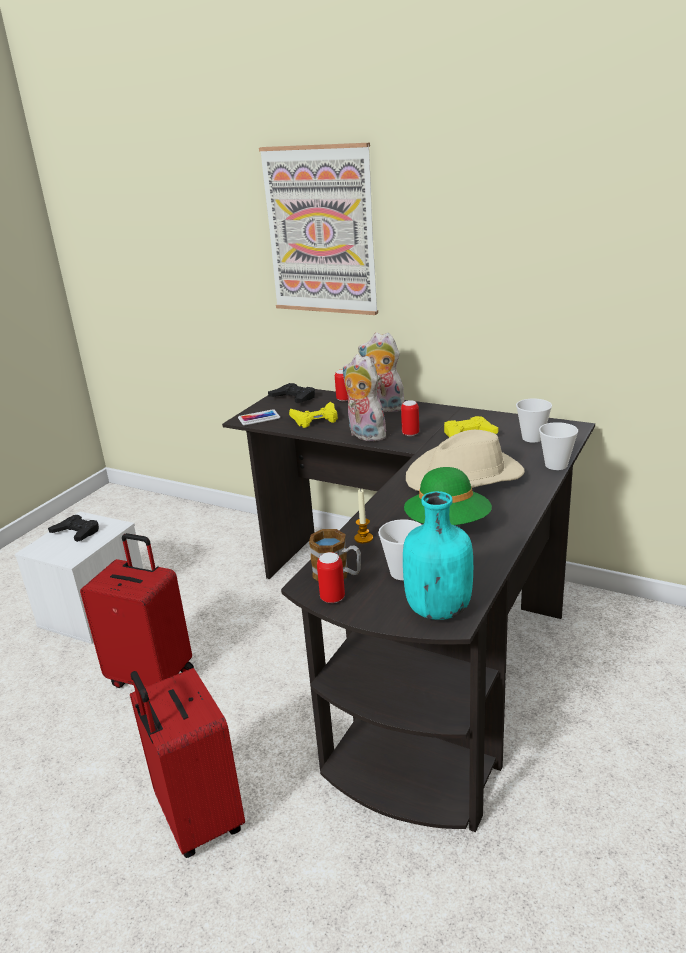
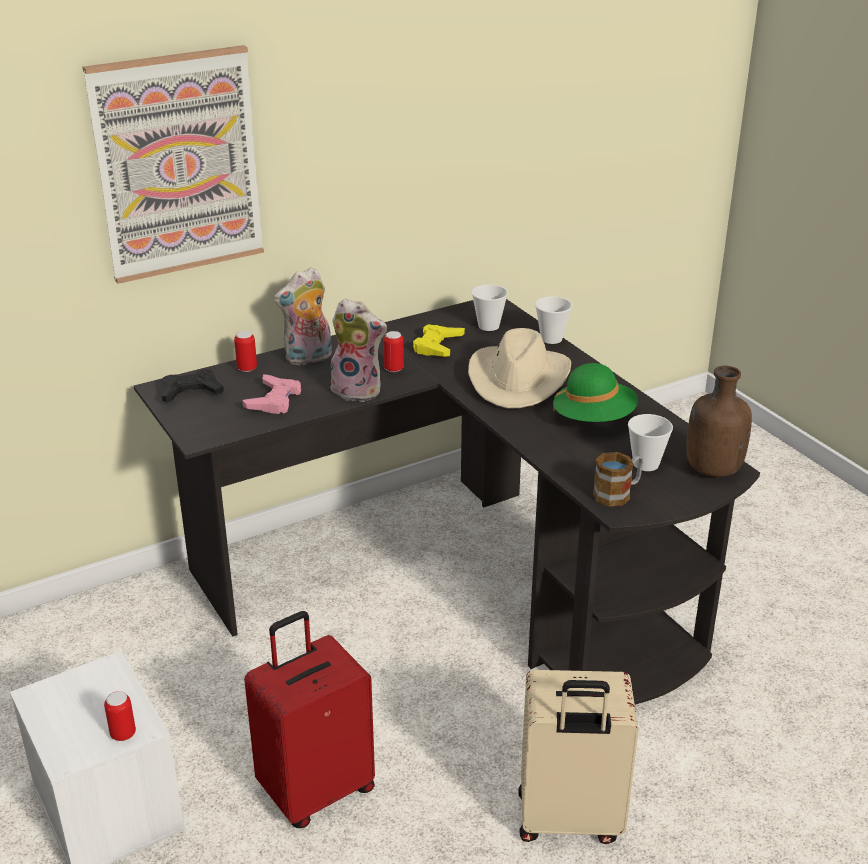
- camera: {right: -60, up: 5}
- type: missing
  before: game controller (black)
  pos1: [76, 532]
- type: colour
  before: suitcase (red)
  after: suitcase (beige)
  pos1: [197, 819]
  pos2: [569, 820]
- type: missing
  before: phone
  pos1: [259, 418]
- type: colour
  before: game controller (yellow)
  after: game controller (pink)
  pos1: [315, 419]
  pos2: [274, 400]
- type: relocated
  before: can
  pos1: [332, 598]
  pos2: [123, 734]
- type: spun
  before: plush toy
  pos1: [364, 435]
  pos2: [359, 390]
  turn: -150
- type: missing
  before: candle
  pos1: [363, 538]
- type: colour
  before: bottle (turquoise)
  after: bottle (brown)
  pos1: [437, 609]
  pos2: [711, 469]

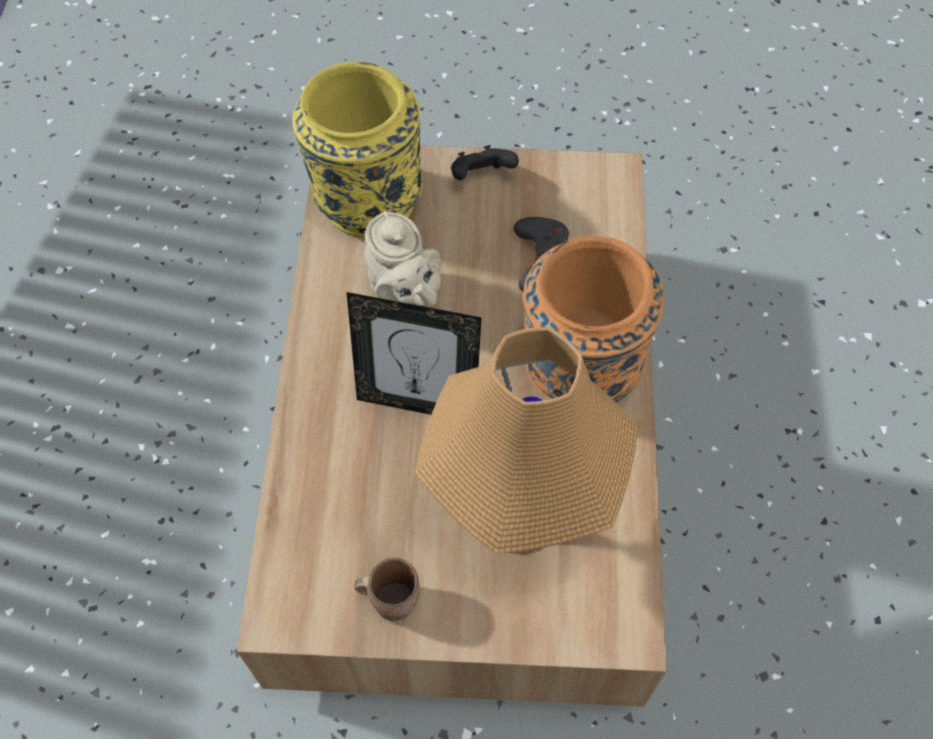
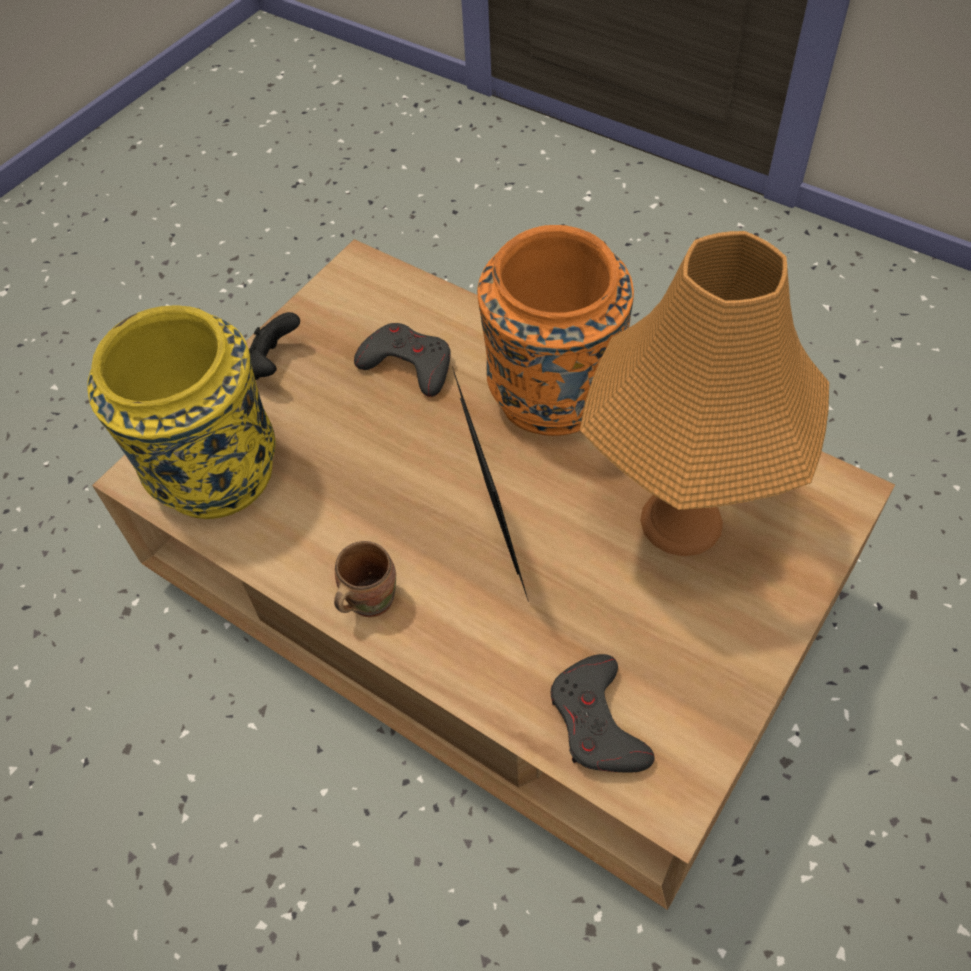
- camera: {right: -55, up: -5}
- type: spun
  before: picture frame
  pos1: [418, 402]
  pos2: [495, 544]
  turn: -60
- type: relocated
  before: mug (brown)
  pos1: [392, 598]
  pos2: [367, 599]
- type: missing
  before: teapot (beige)
  pos1: [404, 297]
- type: appeared
  after: game controller (grey)
  pos2: [597, 722]

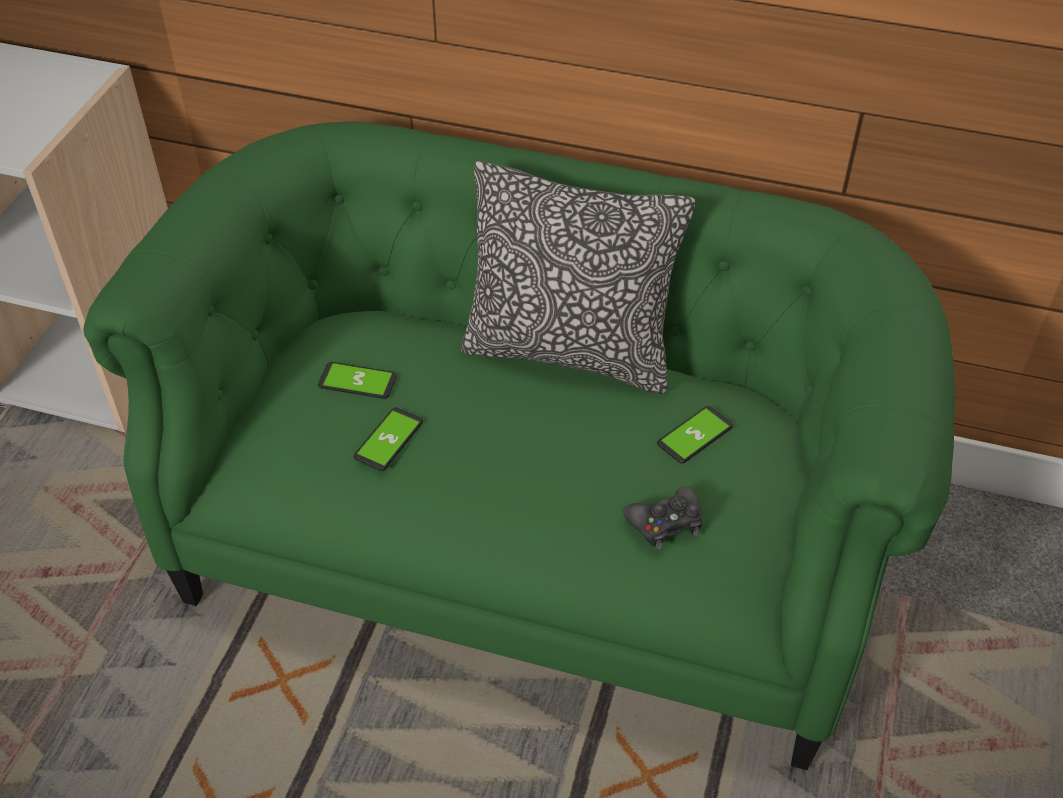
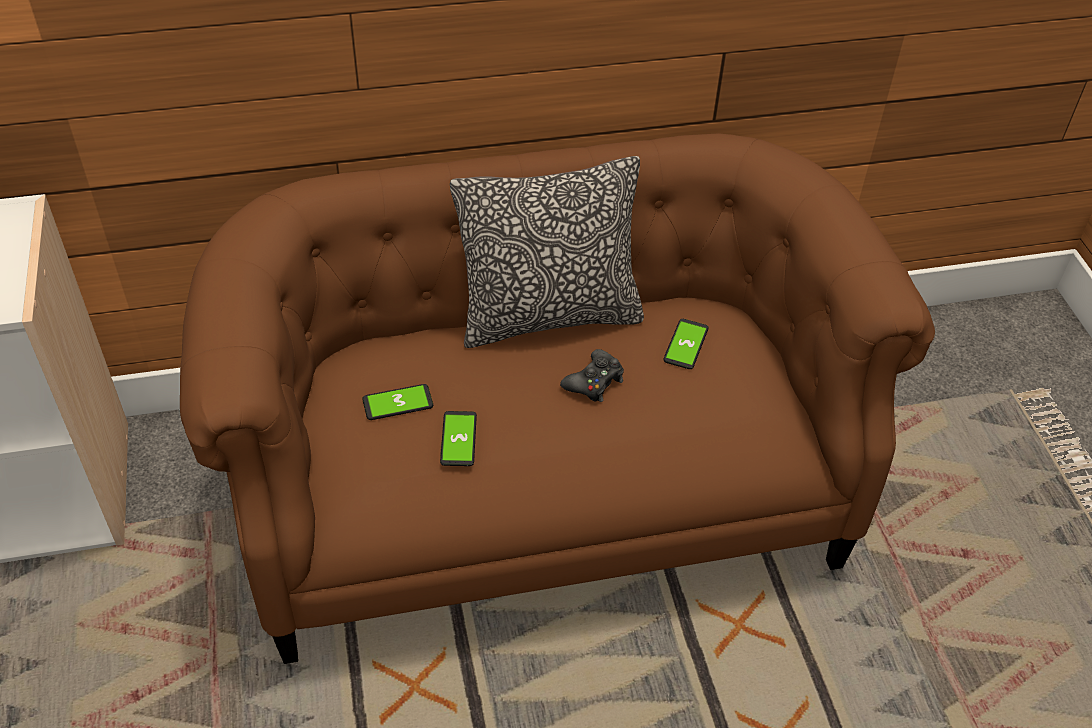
- camera: {right: -30, up: 0}
- type: colour
  before: sofa (green)
  after: sofa (brown)
  pos1: [530, 545]
  pos2: [542, 492]
- type: relocated
  before: game controller (black)
  pos1: [665, 523]
  pos2: [594, 382]

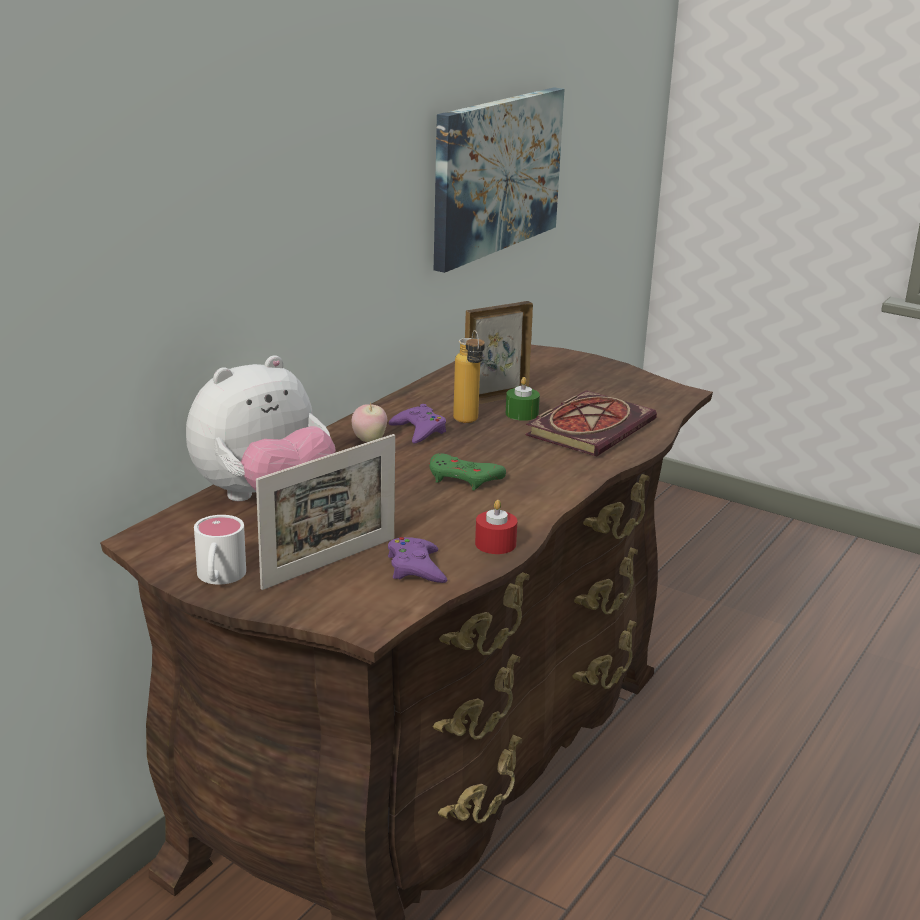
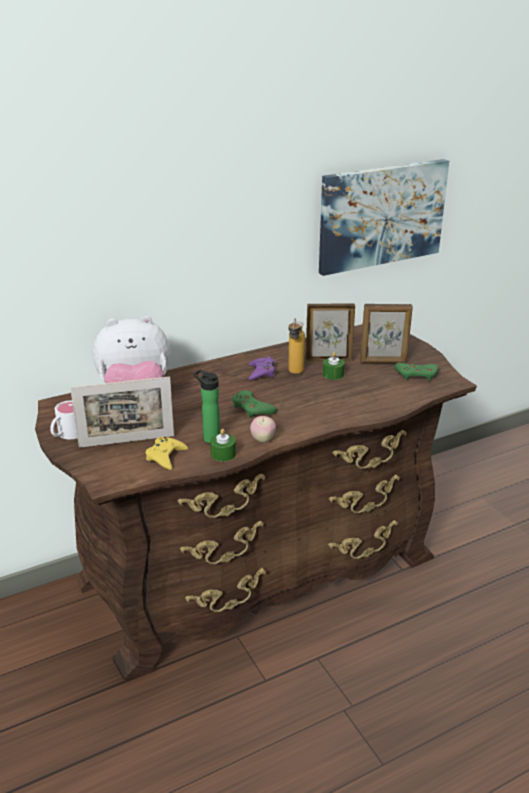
- camera: {right: 30, up: 5}
- type: relocated
  before: apple
  pos1: [369, 440]
  pos2: [263, 440]
- type: colour
  before: game controller (purple)
  after: game controller (yellow)
  pos1: [416, 568]
  pos2: [165, 456]
- type: colour
  before: candle (red)
  after: candle (green)
  pos1: [495, 544]
  pos2: [223, 454]
- type: missing
  before: book
  pos1: [590, 427]
- type: appeared
  after: bottle
  pos2: [209, 438]
- type: appeared
  after: picture frame
  pos2: [383, 362]
- type: appeared
  after: game controller (green)
  pos2: [416, 375]

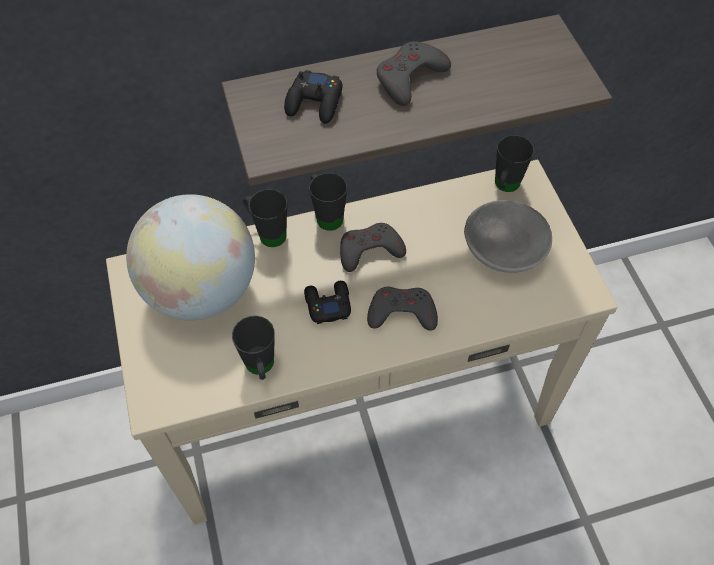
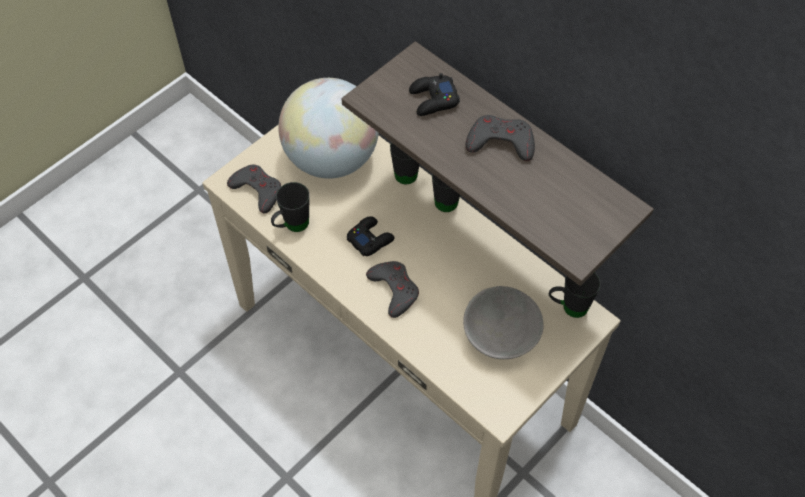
- camera: {right: 60, up: 0}
- type: relocated
  before: game controller (grey)
  pos1: [369, 250]
  pos2: [257, 190]

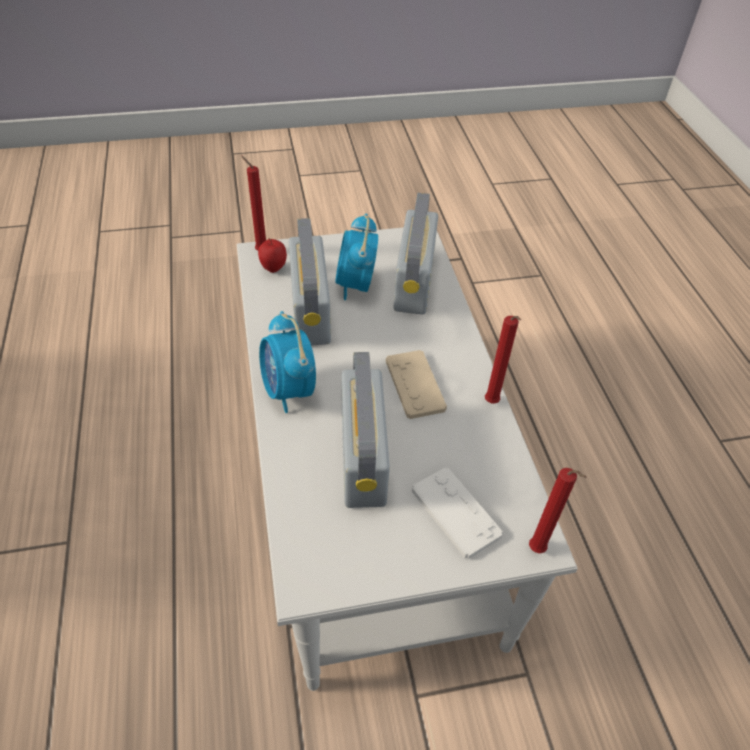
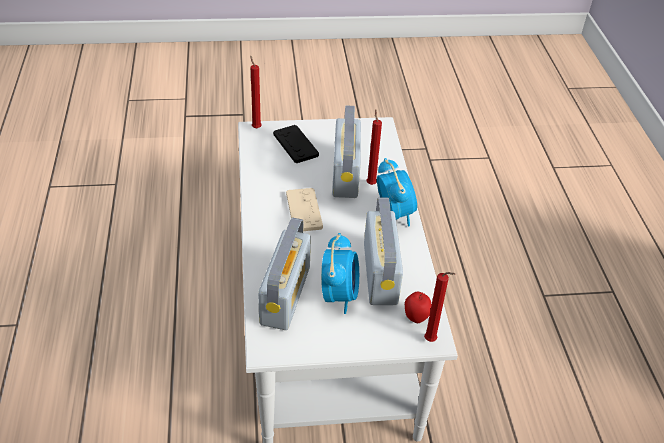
- camera: {right: -175, up: -5}
- type: colour
  before: game controller (white)
  after: game controller (black)
  pos1: [455, 512]
  pos2: [295, 145]
- type: relocated
  before: candle (red)
  pos1: [492, 403]
  pos2: [371, 183]

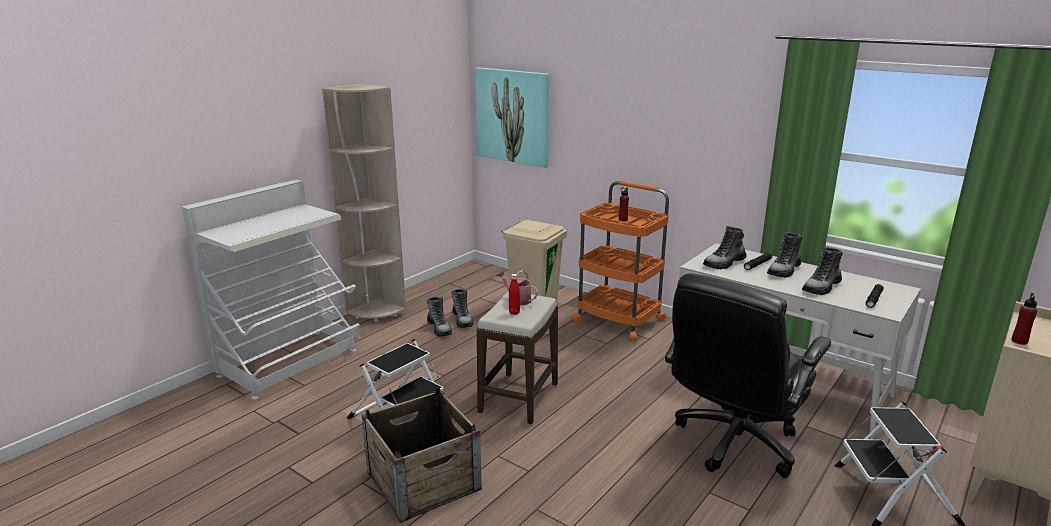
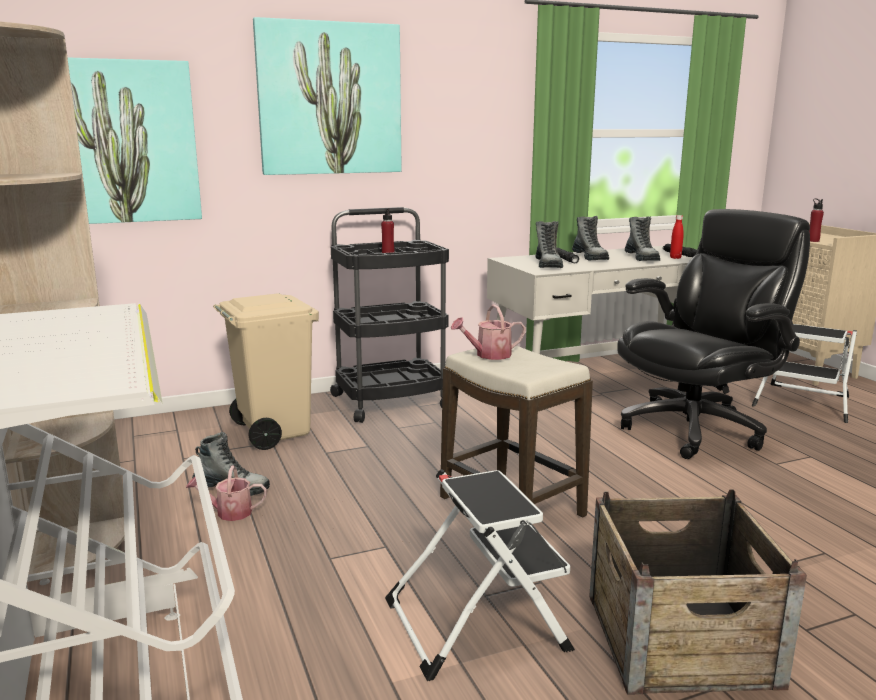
- camera: {right: -60, up: -5}
- type: exchanged
  before: boot
  after: watering can
  pos1: [439, 328]
  pos2: [229, 512]
- type: relocated
  before: bottle (red)
  pos1: [514, 313]
  pos2: [675, 258]
- type: colour
  before: cart (orange)
  after: cart (black)
  pos1: [618, 321]
  pos2: [391, 402]
- type: spun
  before: office chair (black)
  pos1: [732, 444]
  pos2: [696, 429]
  turn: -105
- type: appeared
  after: picture
  pos2: [329, 99]

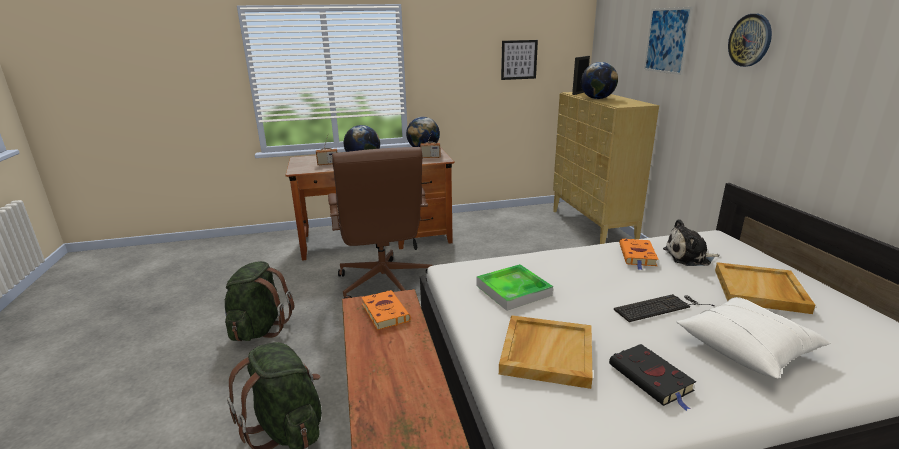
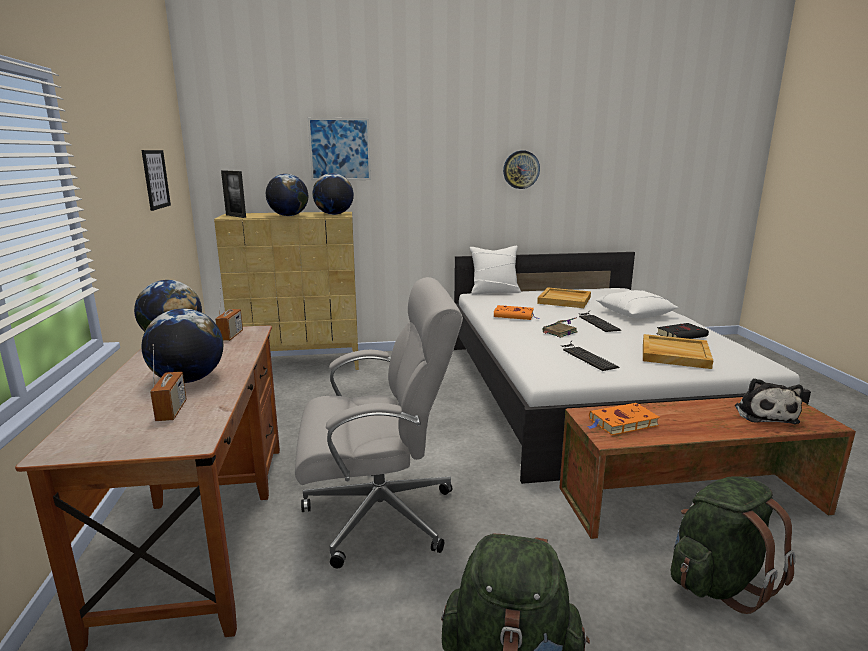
- camera: {right: -85, up: -5}
- type: colour
  before: office chair (brown)
  after: office chair (grey)
  pos1: [384, 282]
  pos2: [379, 515]
- type: exchanged
  before: tray
  after: keyboard
  pos1: [513, 290]
  pos2: [585, 356]
- type: relocated
  before: plush toy
  pos1: [689, 257]
  pos2: [764, 414]
- type: relocated
  before: wall clock
  pos1: [750, 40]
  pos2: [521, 169]
- type: appeared
  after: globe
  pos2: [334, 214]
- type: appeared
  after: pillow (white)
  pos2: [494, 292]
- type: appeared
  after: book
  pos2: [559, 332]

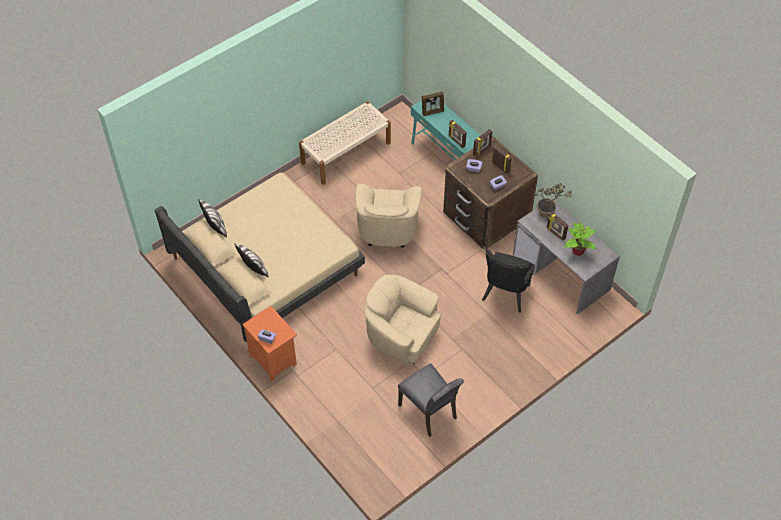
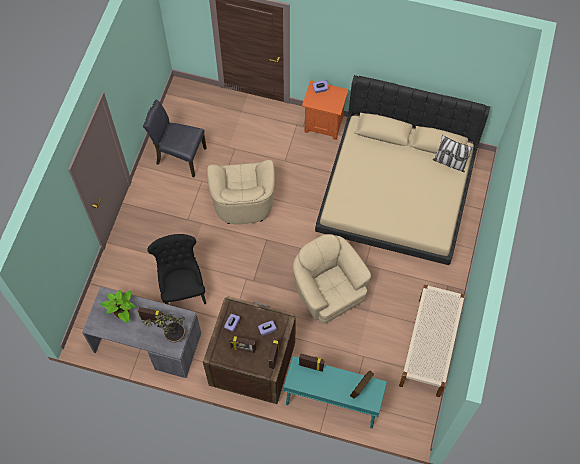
- camera: {right: 145, up: 10}
- type: missing
  before: pillow
  pos1: [254, 269]
- type: spun
  before: armchair (beige)
  pos1: [401, 335]
  pos2: [243, 201]
  turn: 90

